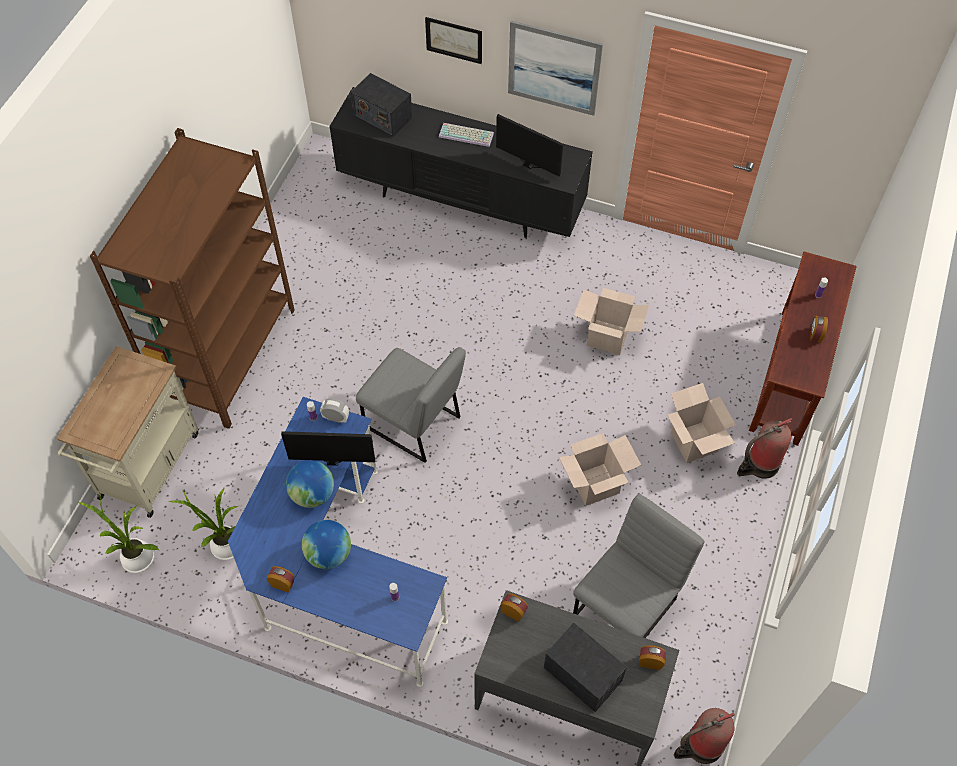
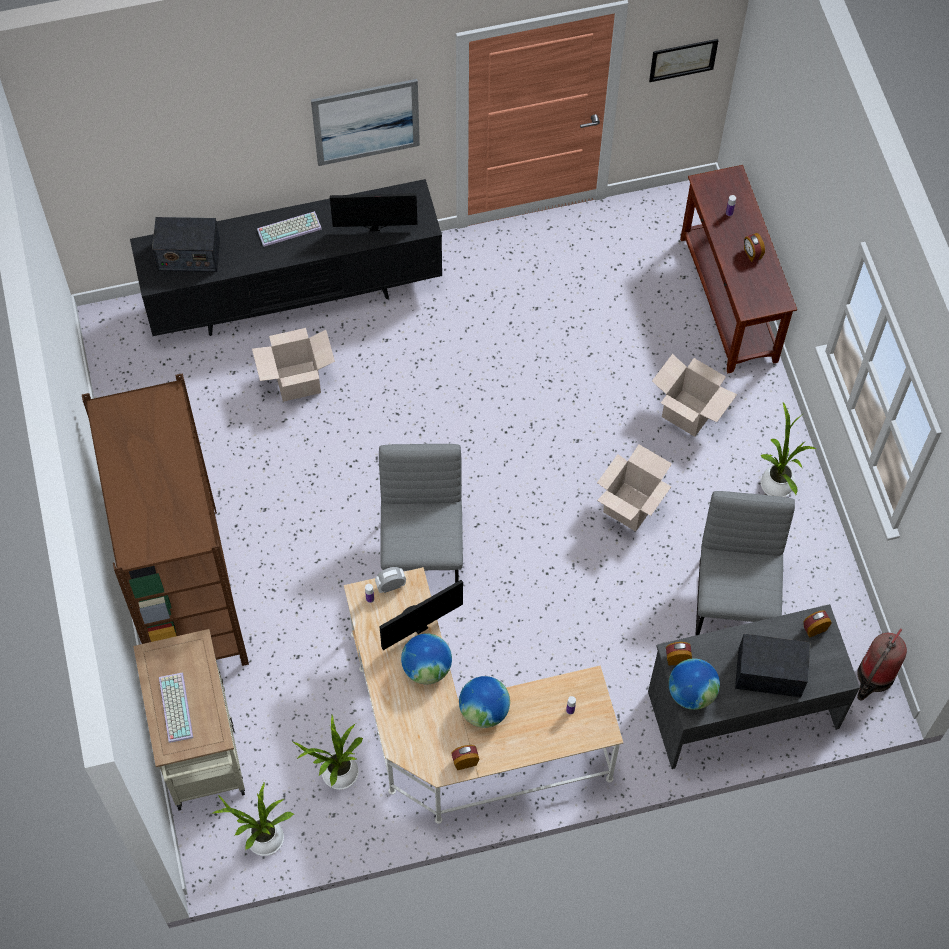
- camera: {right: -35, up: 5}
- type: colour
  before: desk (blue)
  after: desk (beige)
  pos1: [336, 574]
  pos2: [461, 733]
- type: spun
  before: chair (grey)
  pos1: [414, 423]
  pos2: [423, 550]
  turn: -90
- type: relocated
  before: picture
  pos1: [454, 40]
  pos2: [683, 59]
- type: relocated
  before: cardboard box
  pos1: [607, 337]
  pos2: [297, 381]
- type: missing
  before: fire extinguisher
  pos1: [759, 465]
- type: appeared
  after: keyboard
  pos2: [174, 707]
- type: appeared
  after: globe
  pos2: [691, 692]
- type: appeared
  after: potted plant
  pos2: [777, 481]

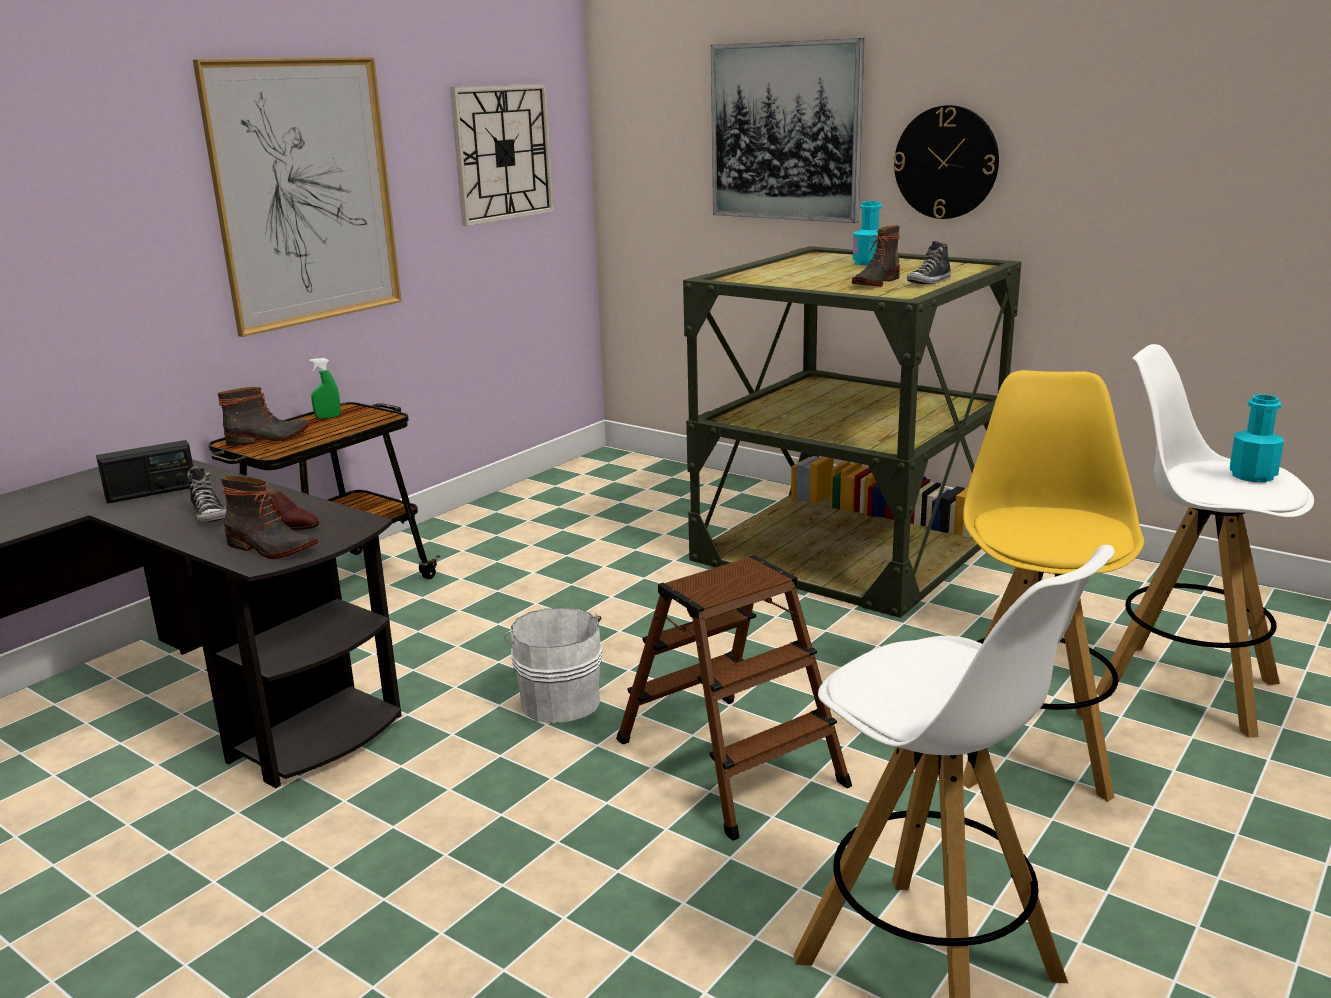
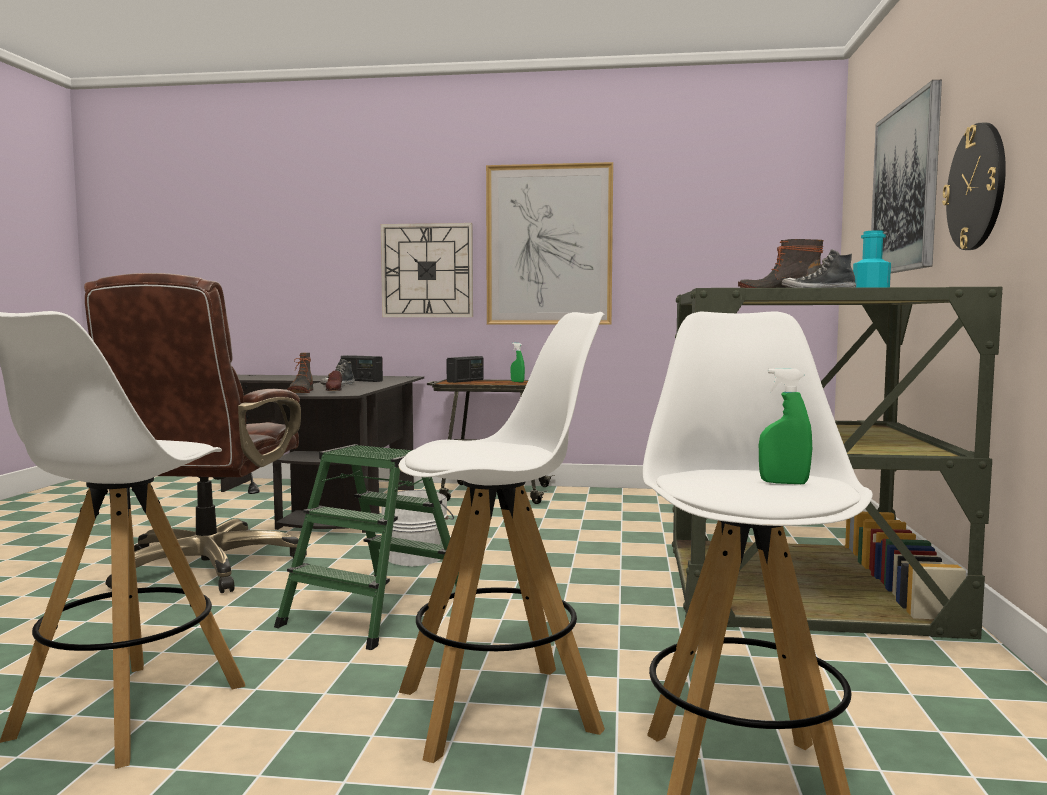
- camera: {right: 60, up: -15}
- type: exchanged
  before: boot
  after: radio
  pos1: [268, 438]
  pos2: [465, 381]
- type: relocated
  before: wall clock
  pos1: [503, 153]
  pos2: [427, 270]
- type: colour
  before: step ladder (brown)
  after: step ladder (green)
  pos1: [729, 761]
  pos2: [376, 609]
- type: colour
  before: stool (yellow)
  after: stool (white)
  pos1: [1029, 745]
  pos2: [500, 710]
- type: exchanged
  before: bottle (turquoise)
  after: spray bottle (green)
  pos1: [1252, 475]
  pos2: [784, 483]
- type: appeared
  after: office chair (brown)
  pos2: [207, 566]

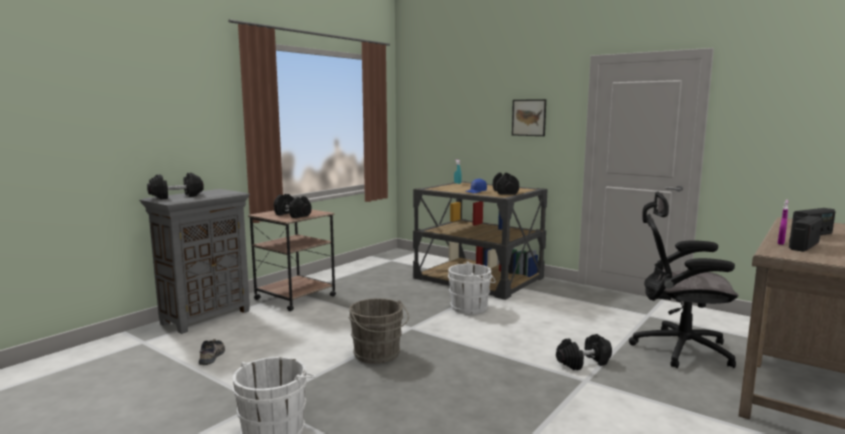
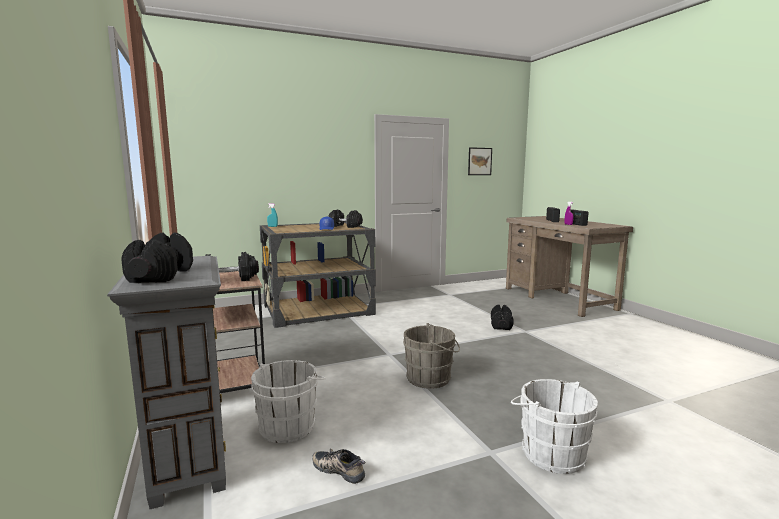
- camera: {right: -60, up: 0}
- type: relocated
  before: bucket (white)
  pos1: [471, 307]
  pos2: [290, 425]
- type: relocated
  before: picture
  pos1: [529, 117]
  pos2: [479, 161]
- type: missing
  before: office chair
  pos1: [681, 350]

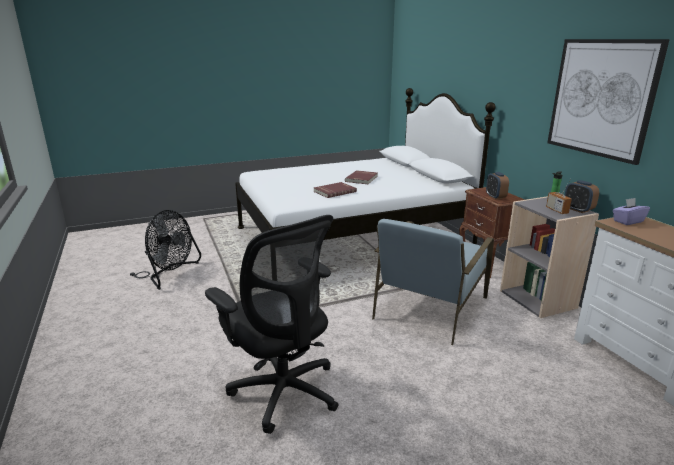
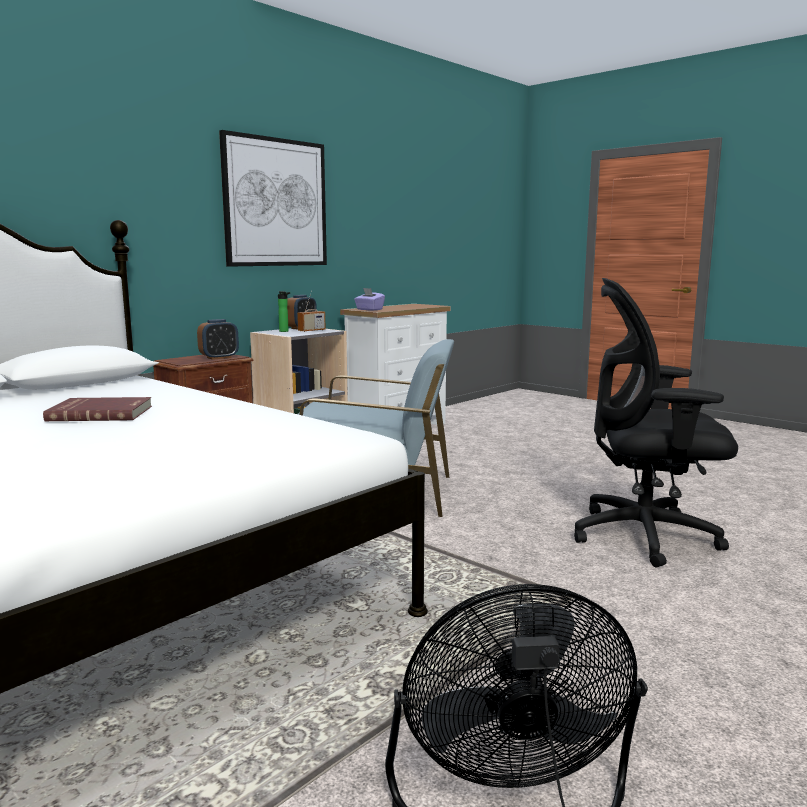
- camera: {right: -115, up: -10}
- type: spun
  before: office chair (black)
  pos1: [280, 389]
  pos2: [652, 535]
  turn: -105
- type: missing
  before: book (red)
  pos1: [334, 191]

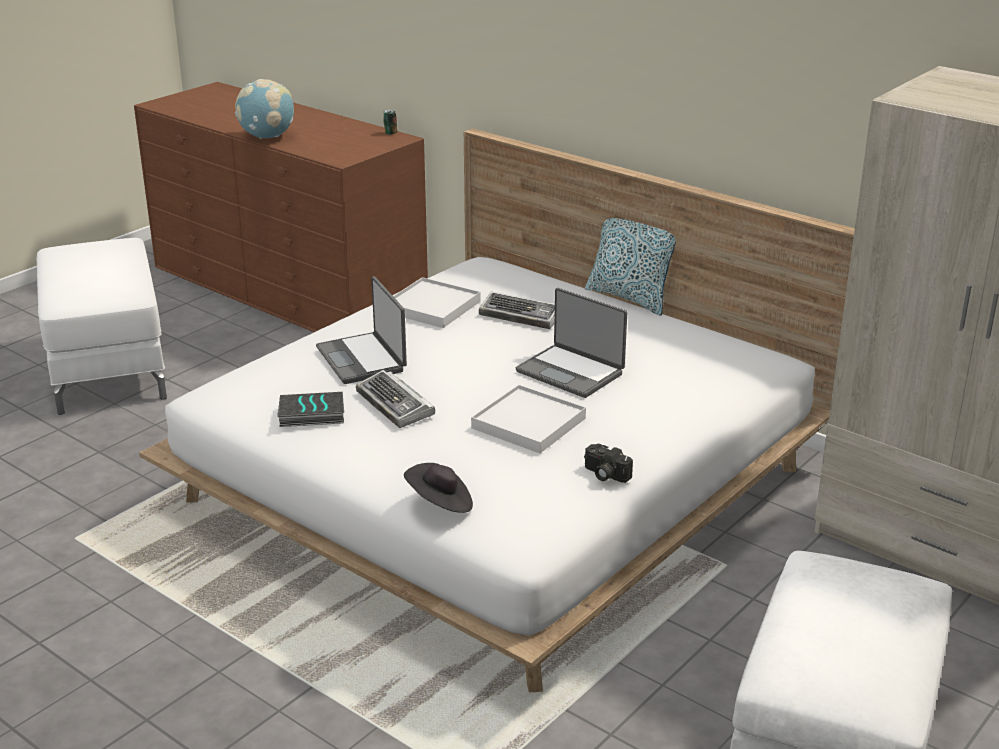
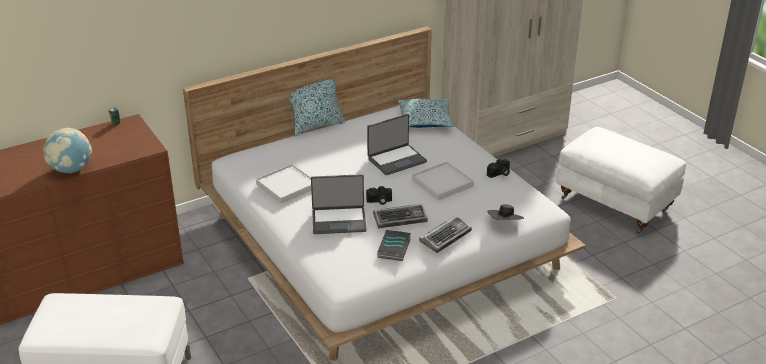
- camera: {right: -70, up: 5}
- type: relocated
  before: keyboard
  pos1: [522, 316]
  pos2: [445, 237]
- type: appeared
  after: photo camera
  pos2: [379, 201]
- type: appeared
  after: pillow
  pos2: [425, 120]

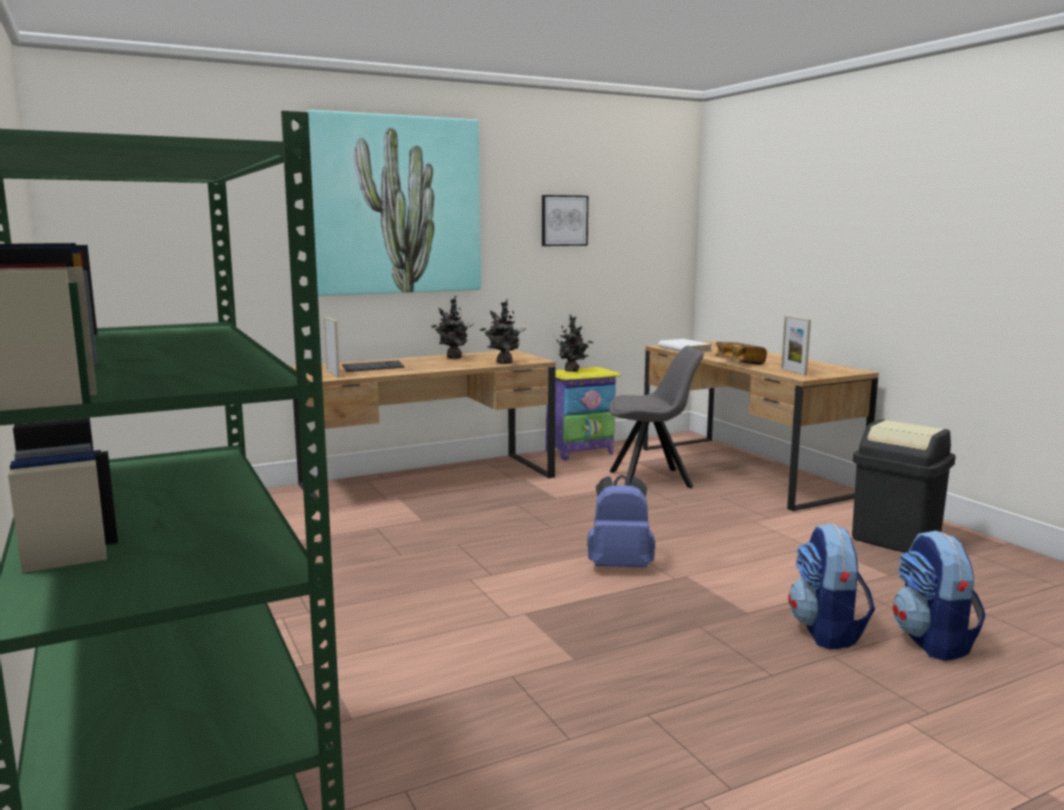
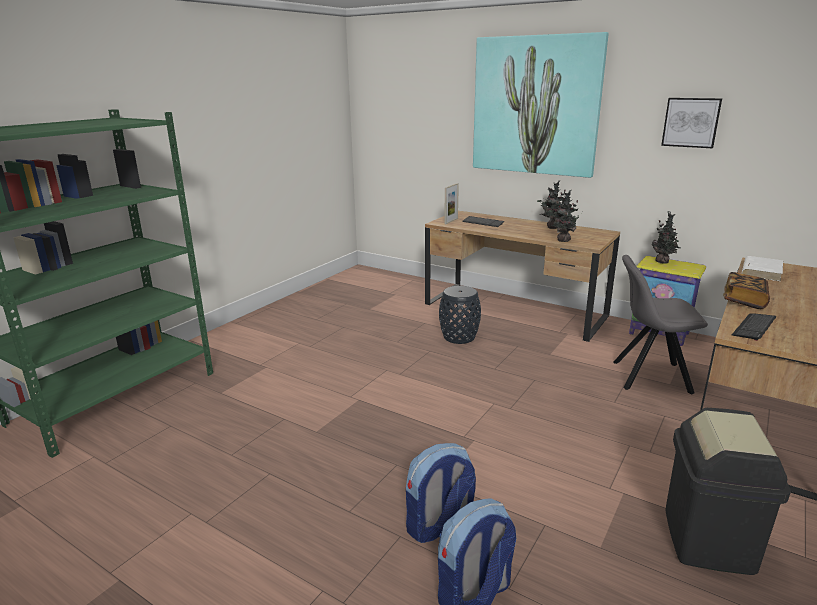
- camera: {right: 60, up: 10}
- type: missing
  before: backpack (blue)
  pos1: [620, 566]
- type: spun
  before: chair (grey)
  pos1: [651, 479]
  pos2: [650, 376]
  turn: 135
- type: exchanged
  before: picture frame
  after: keyboard
  pos1: [793, 372]
  pos2: [754, 327]
- type: appeared
  after: stool (black)
  pos2: [459, 337]

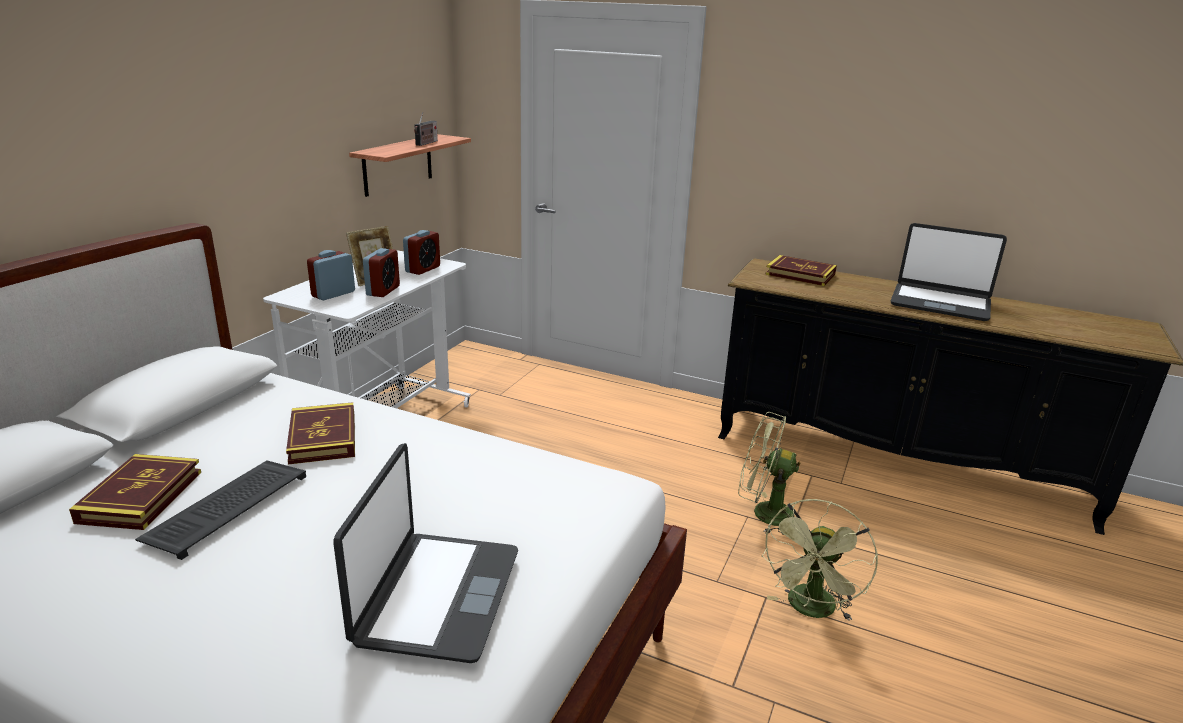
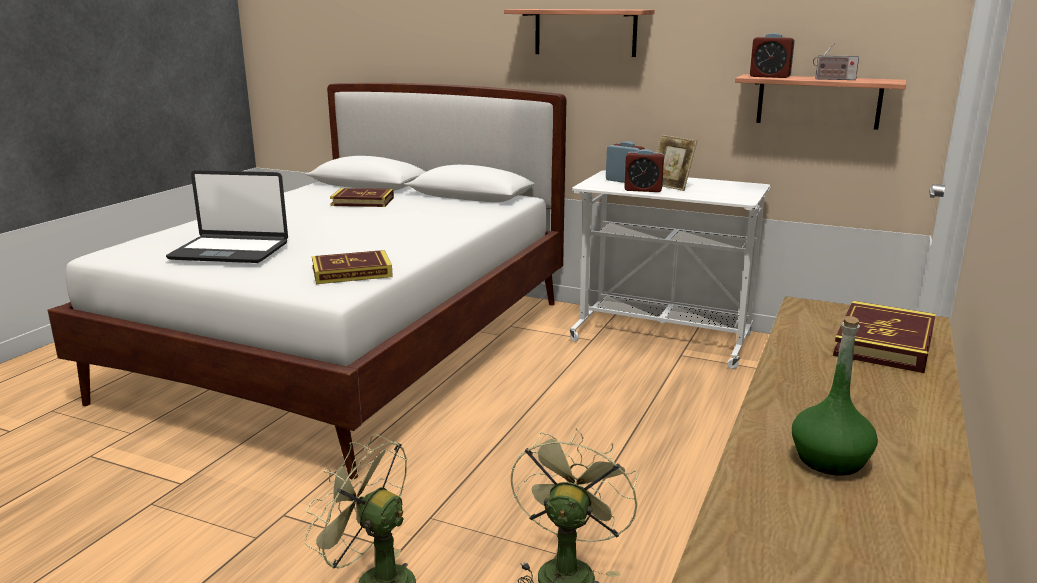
- camera: {right: 90, up: -5}
- type: missing
  before: keyboard
  pos1: [228, 506]
- type: relocated
  before: book
  pos1: [323, 438]
  pos2: [352, 272]
- type: relocated
  before: alarm clock
  pos1: [423, 269]
  pos2: [770, 76]
- type: exchanged
  before: laptop
  after: bottle (green)
  pos1: [940, 303]
  pos2: [830, 460]
- type: appeared
  after: shelf
  pos2: [585, 32]

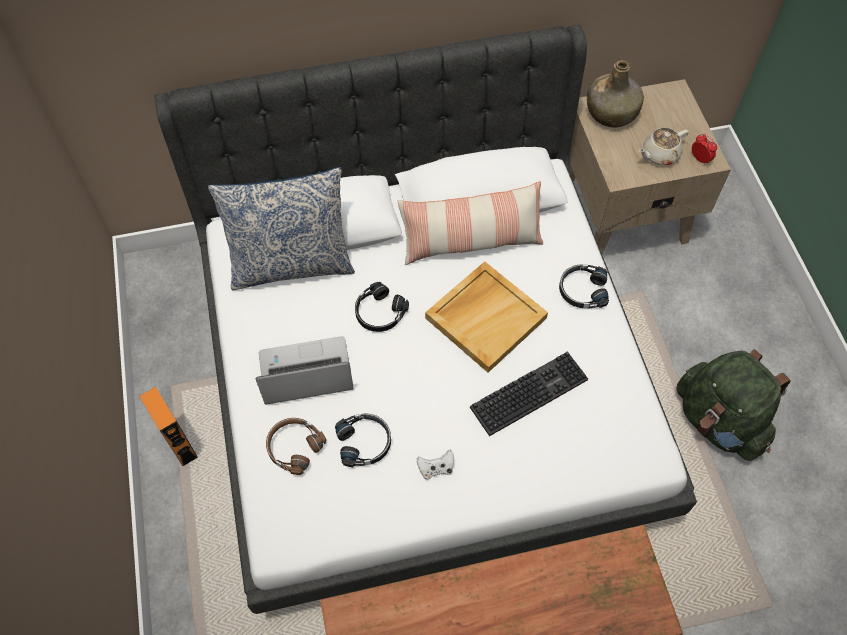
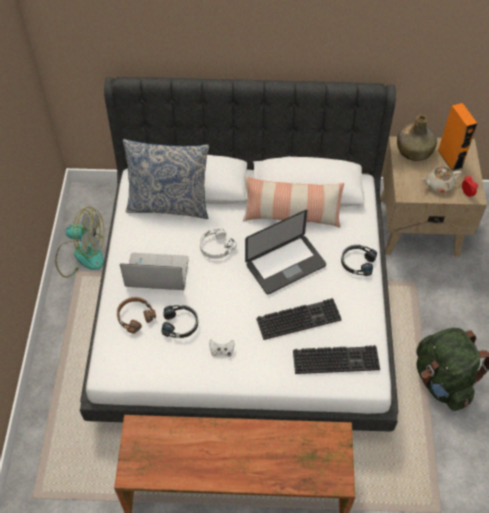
- camera: {right: 15, up: -5}
- type: relocated
  before: speaker (orange)
  pos1: [180, 445]
  pos2: [450, 159]
- type: colour
  before: headphones (black)
  after: headphones (white)
  pos1: [379, 313]
  pos2: [216, 247]
- type: exchanged
  before: tray (beige)
  after: laptop
  pos1: [485, 317]
  pos2: [285, 265]
- type: appeared
  after: fan
  pos2: [81, 255]
- type: appeared
  after: keyboard
  pos2: [337, 359]

